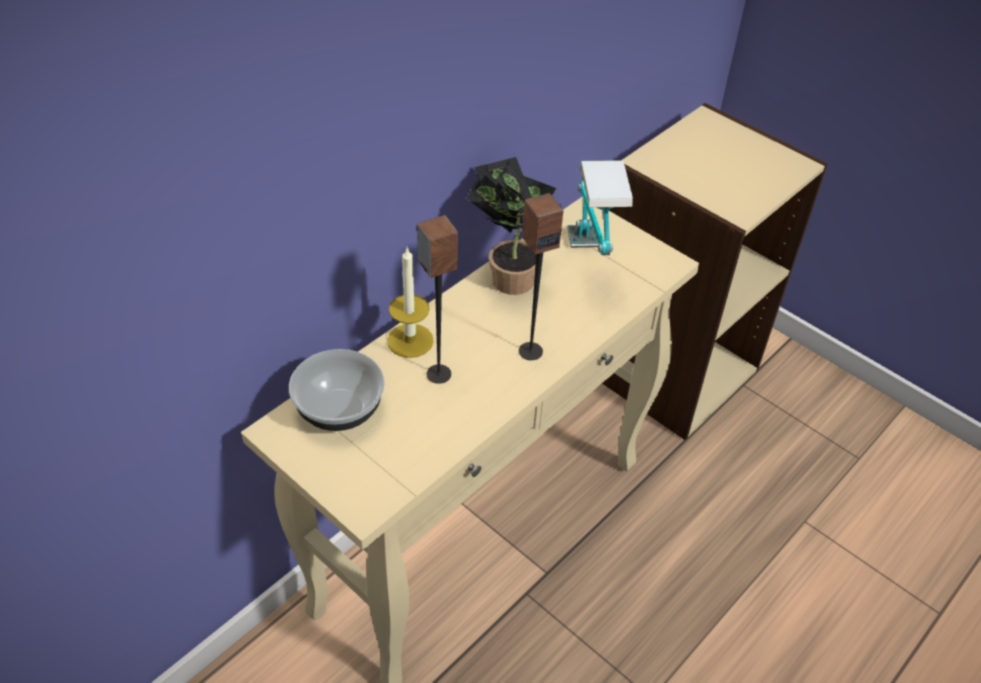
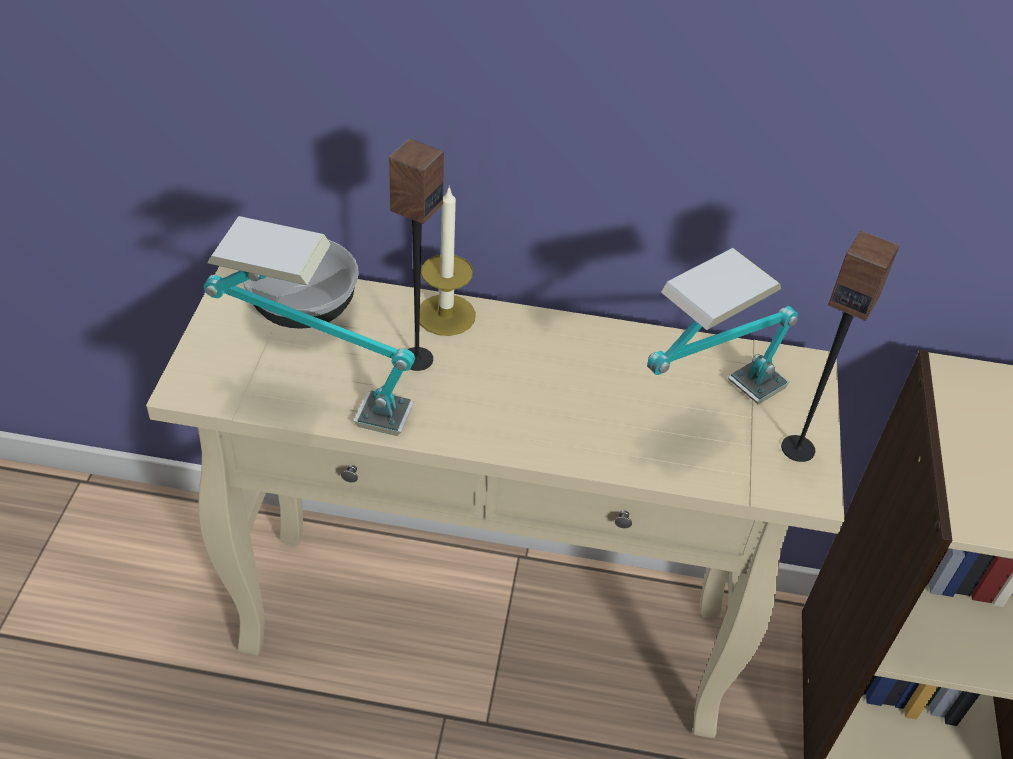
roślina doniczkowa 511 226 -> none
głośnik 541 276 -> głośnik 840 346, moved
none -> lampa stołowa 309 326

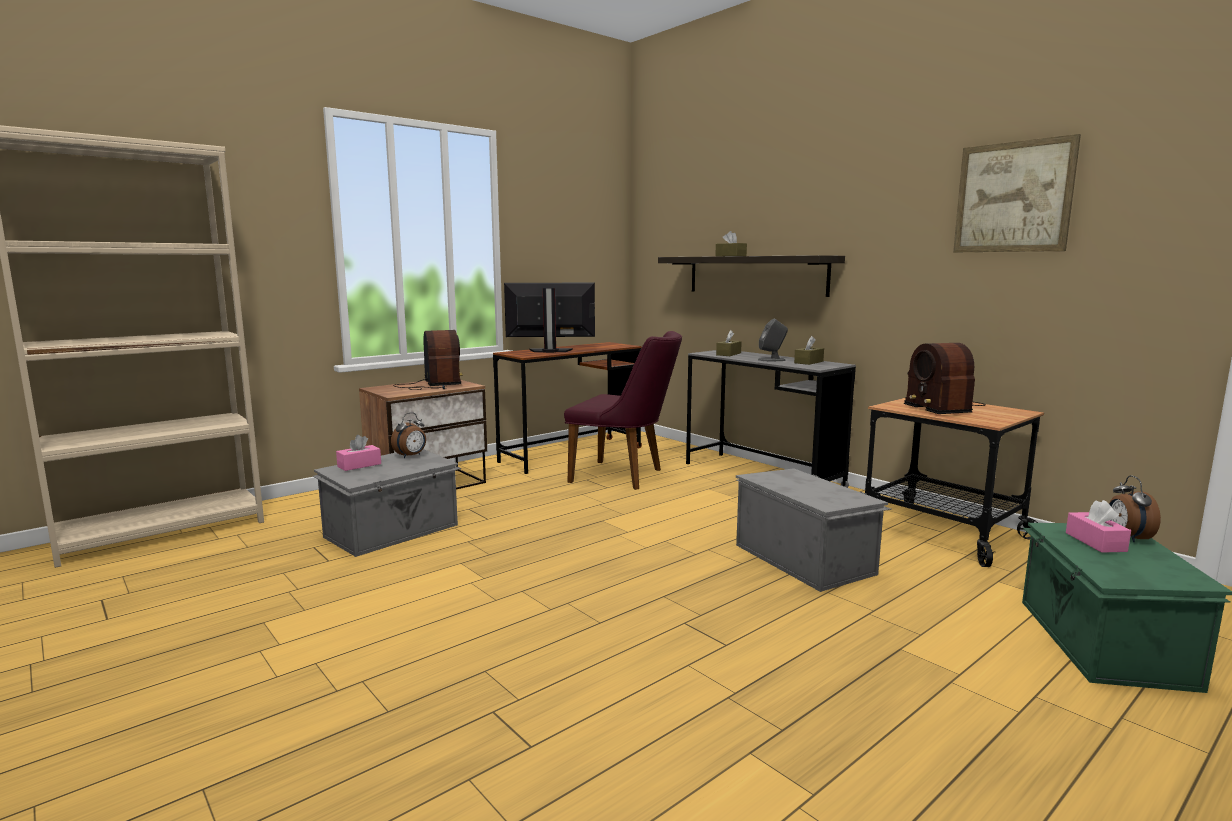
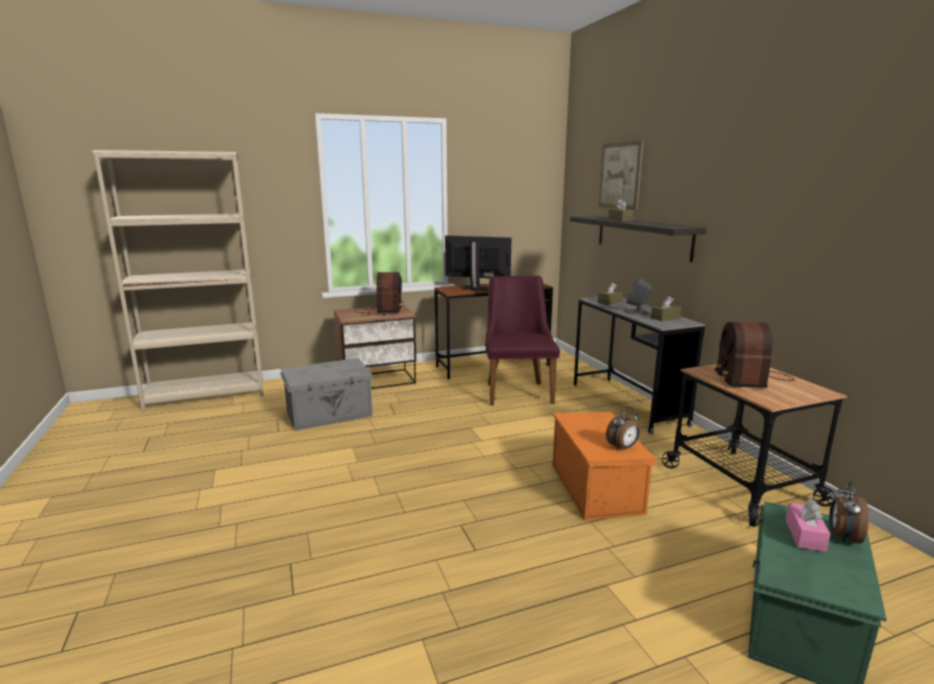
obraz 1017 193 -> obraz 621 175, moved
krzesło/fioletowy 623 410 -> krzesło/fioletowy 522 340, 135 degrees counterclockwise
budzik 408 435 -> budzik 623 429, moved
pudełko chusteczek/różowy 358 453 -> none
pojemnik do przechowywania/szary 813 530 -> pojemnik do przechowywania/pomarańczowy 606 466

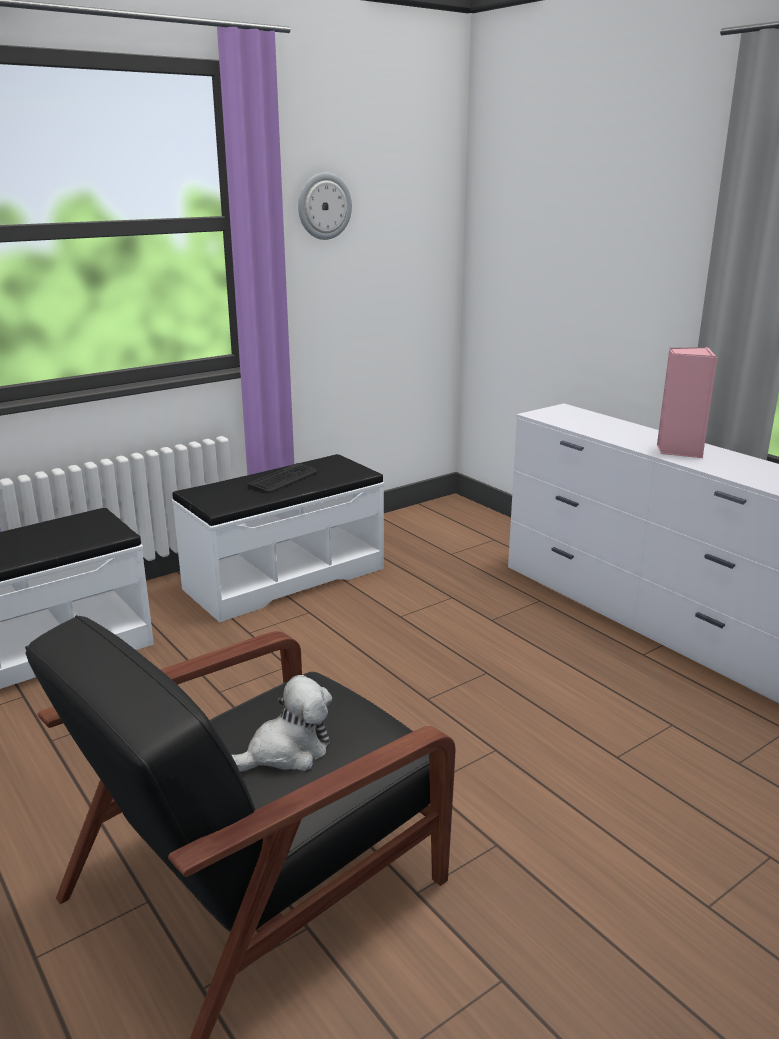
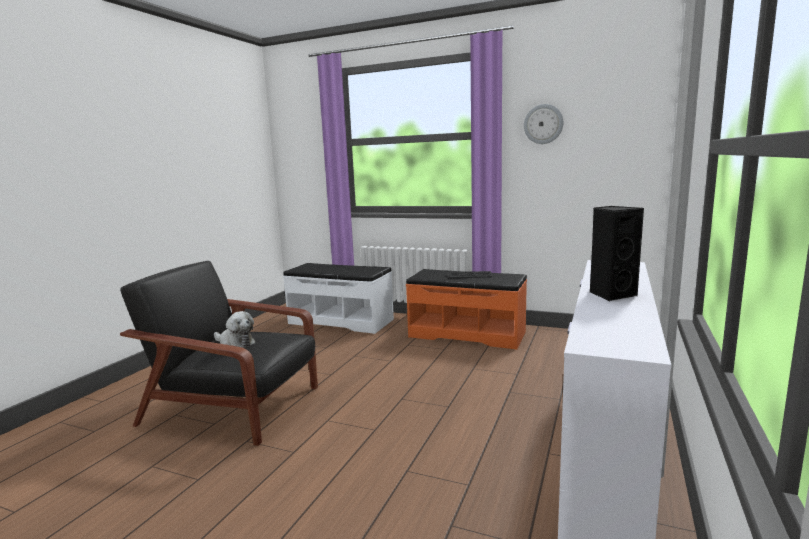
głośnik/różowy 687 402 -> głośnik/czarny 617 253
ławka/biały 278 538 -> ławka/pomarańczowy 466 309

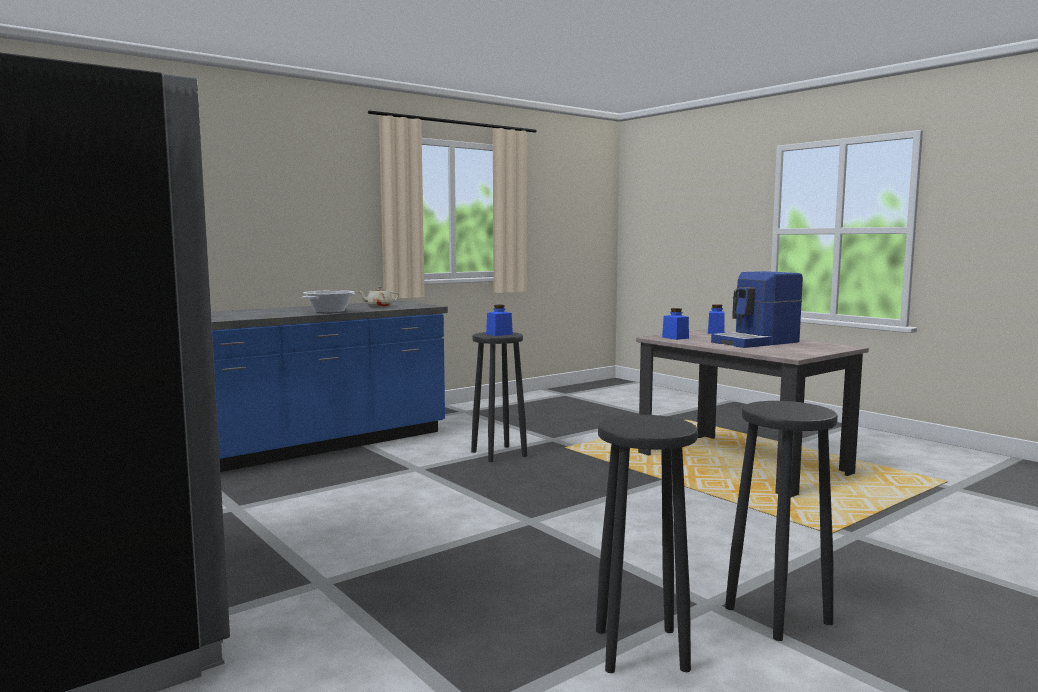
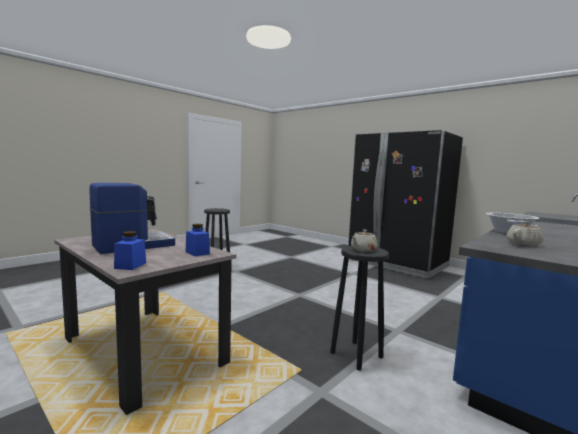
słoik/niebieski 499 320 -> imbryk/beżowy 364 241
stołek/czarny 647 544 -> none

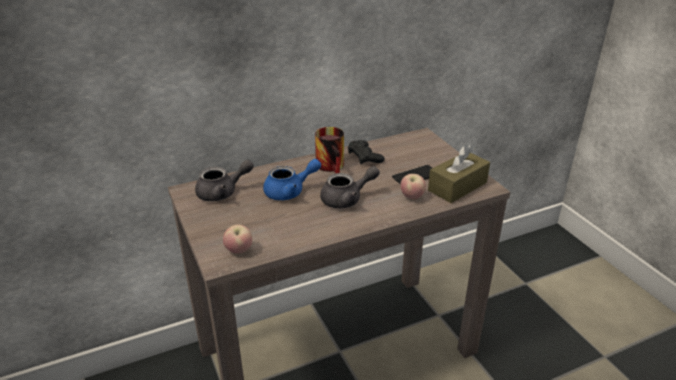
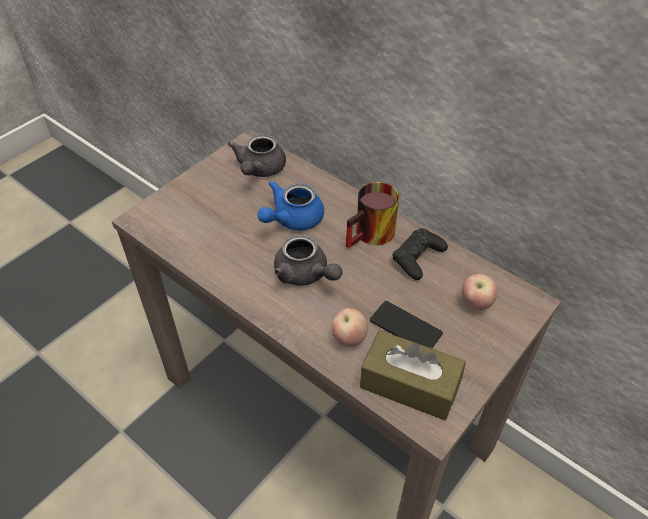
imbryk/niebieski 292 179 -> imbryk/niebieski 291 205, 90 degrees clockwise
imbryk/szary 224 180 -> imbryk/szary 257 155, 60 degrees clockwise
jabłko 237 239 -> jabłko 480 292, moved

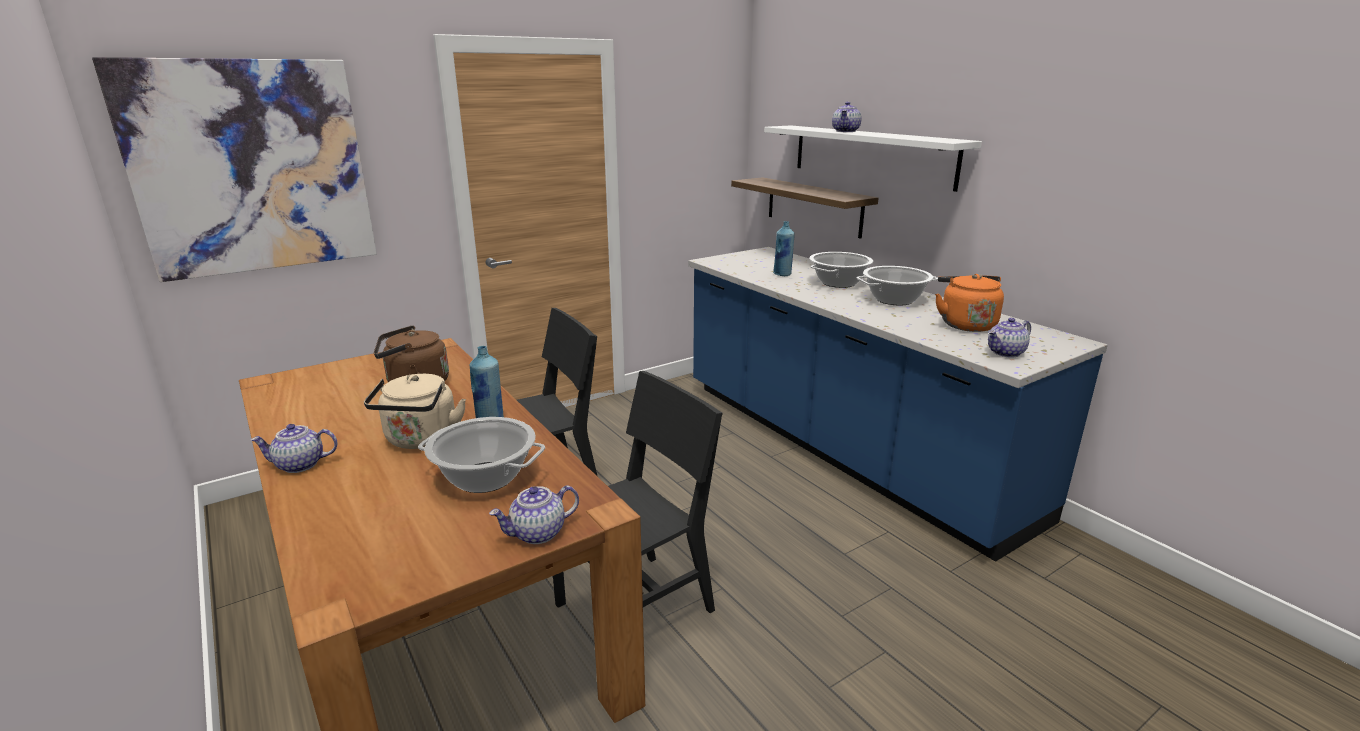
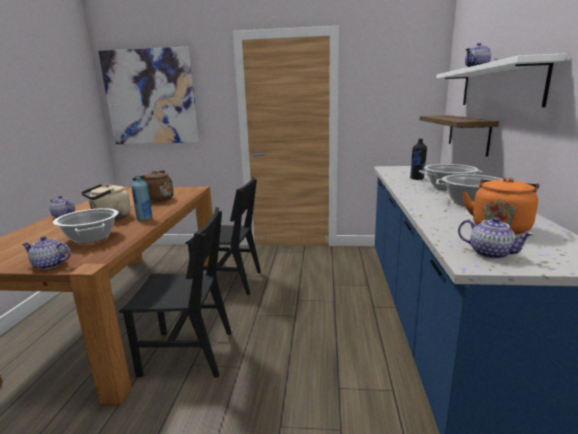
butelka/niebieski 784 248 -> butelka/czarny 418 159
imbryk 1009 338 -> imbryk 496 238, 150 degrees counterclockwise

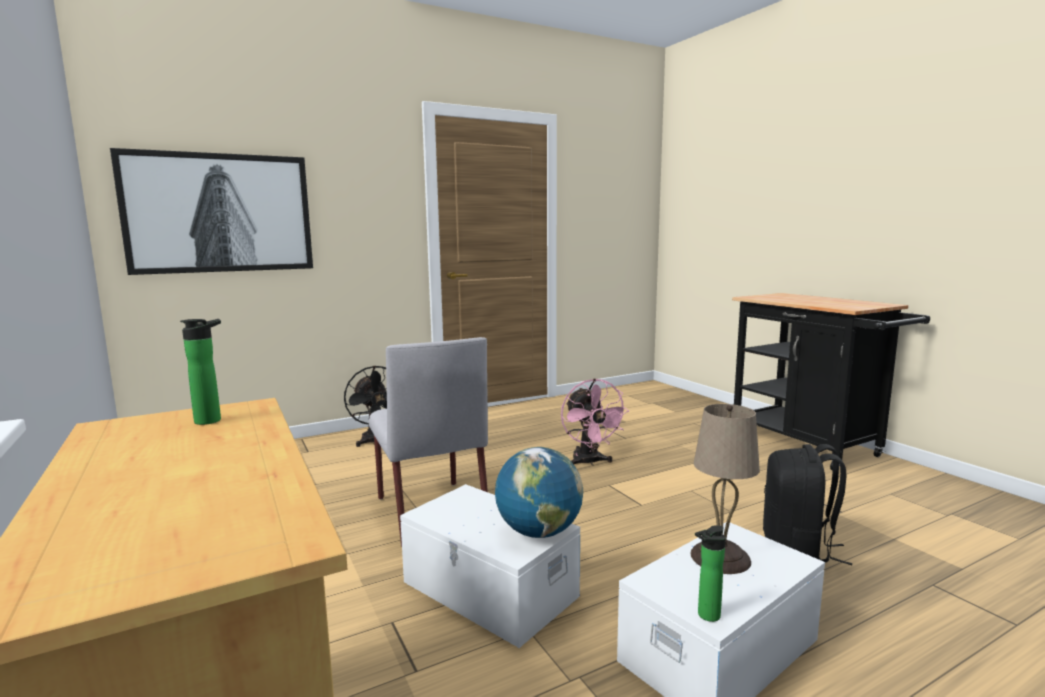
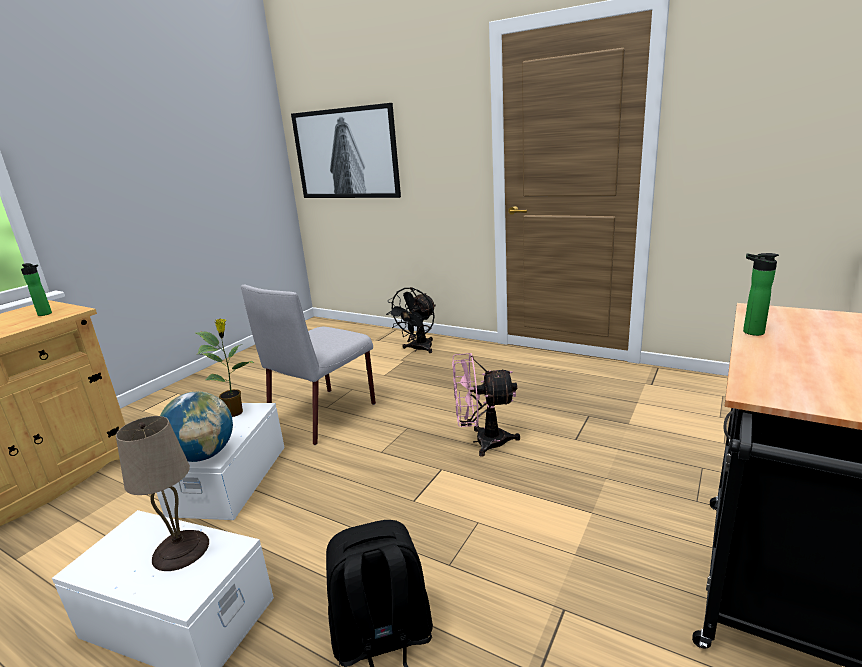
wentylator/różowy 595 422 -> wentylator/różowy 486 405, 45 degrees clockwise
butelka 710 573 -> butelka 761 294, moved
none -> roślina doniczkowa 225 368

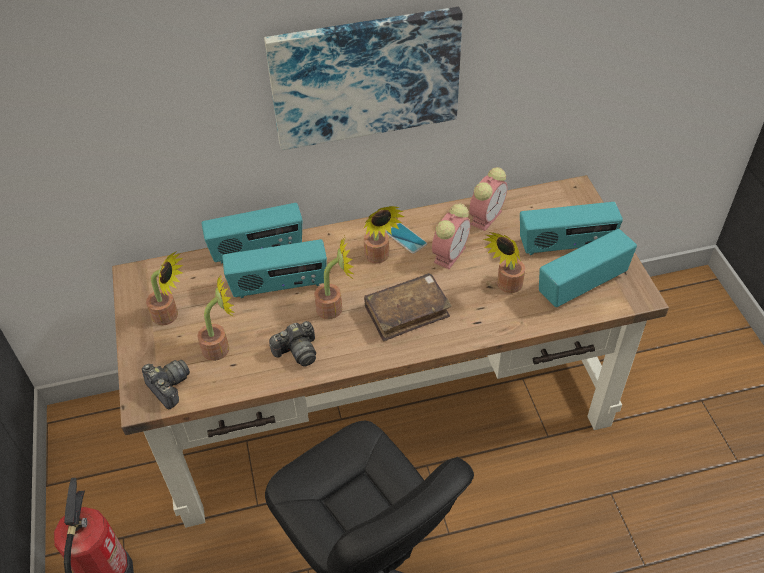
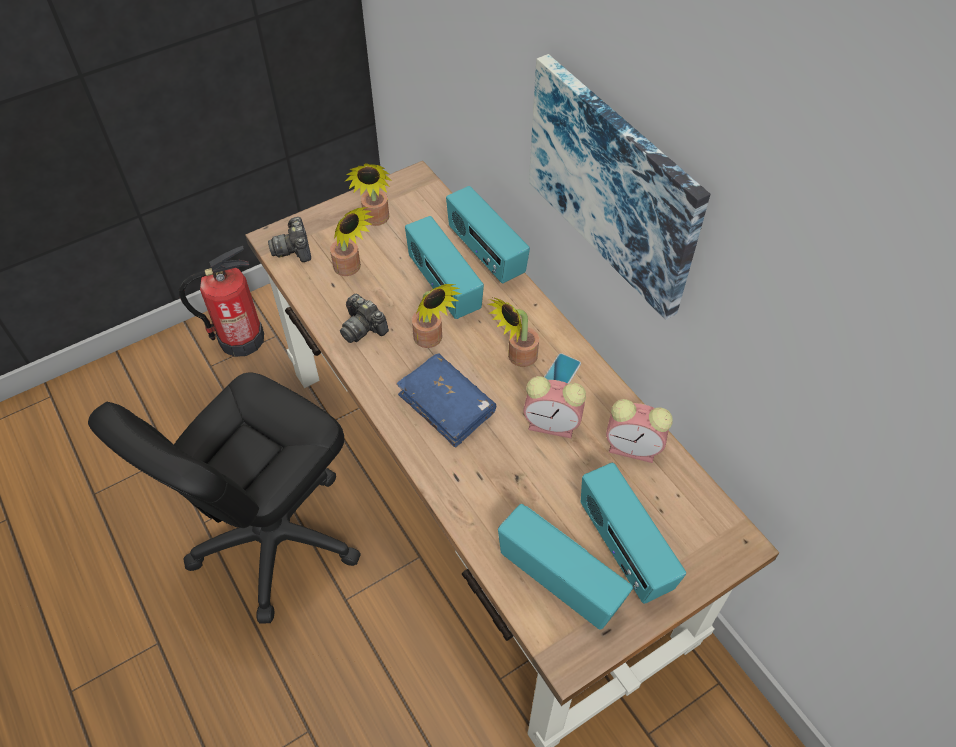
roślina doniczkowa 504 262 -> none
książka/brązowy 408 307 -> książka/niebieski 446 400
aparat fotograficzny 166 384 -> aparat fotograficzny 289 239, 135 degrees clockwise

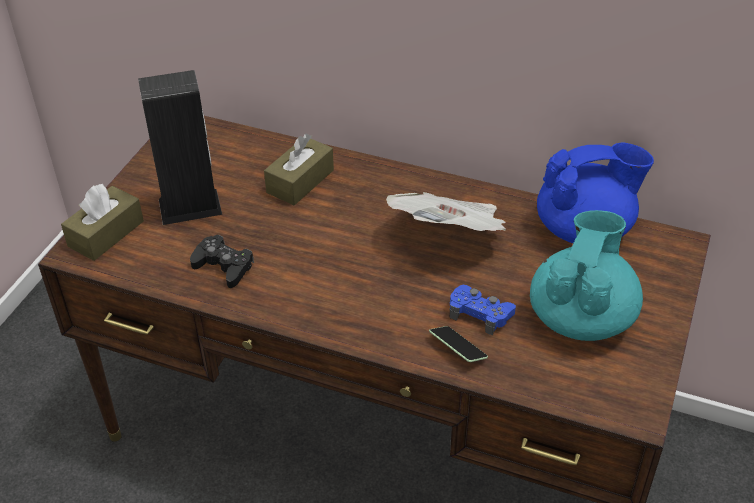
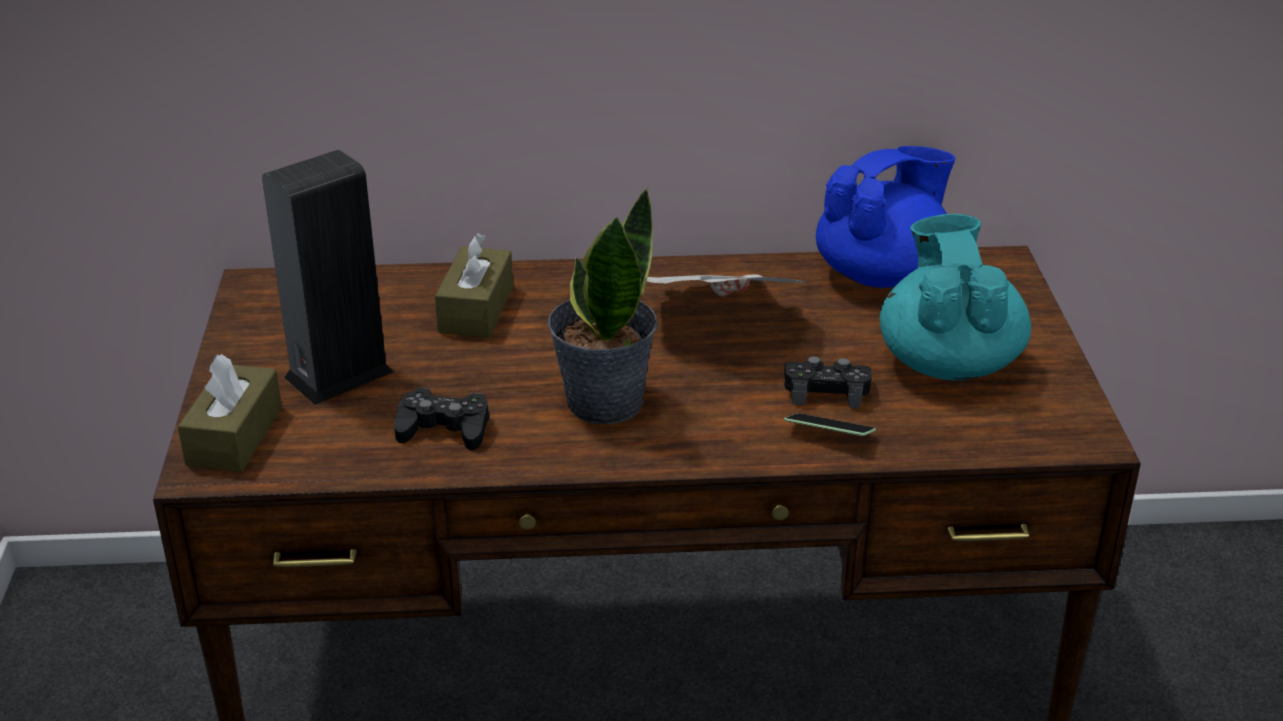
pad do gier/niebieski 483 310 -> pad do gier/czarny 828 382
none -> roślina doniczkowa 603 306

